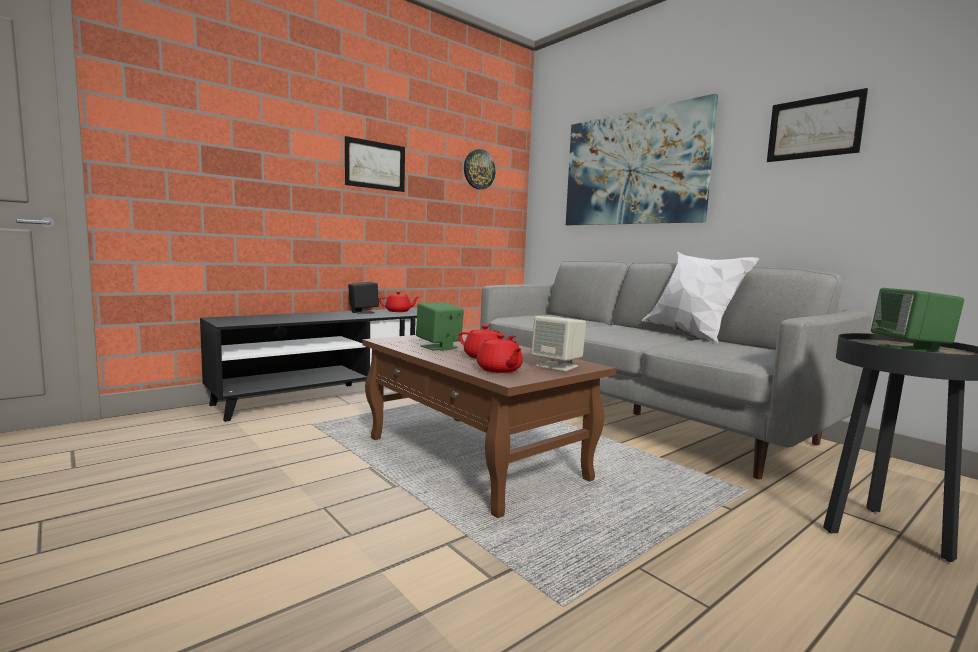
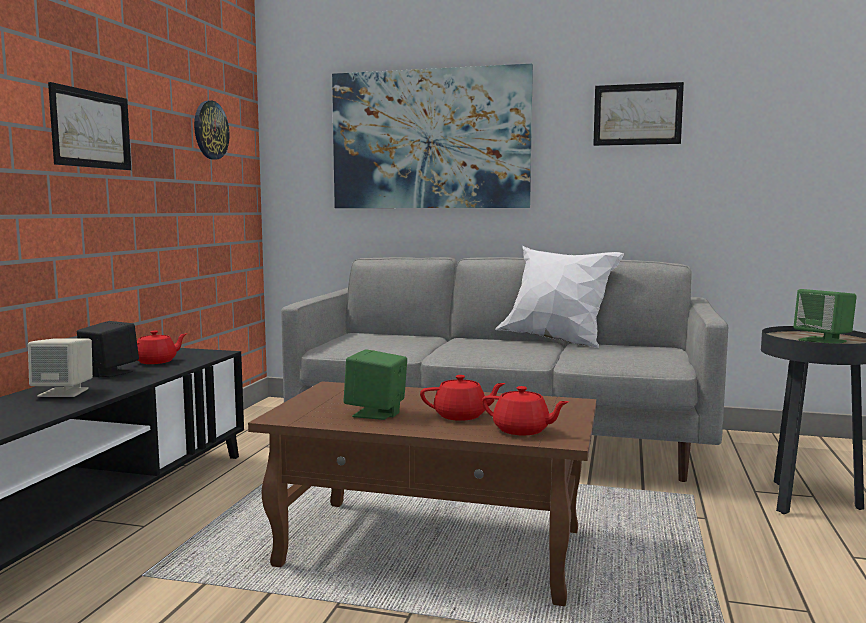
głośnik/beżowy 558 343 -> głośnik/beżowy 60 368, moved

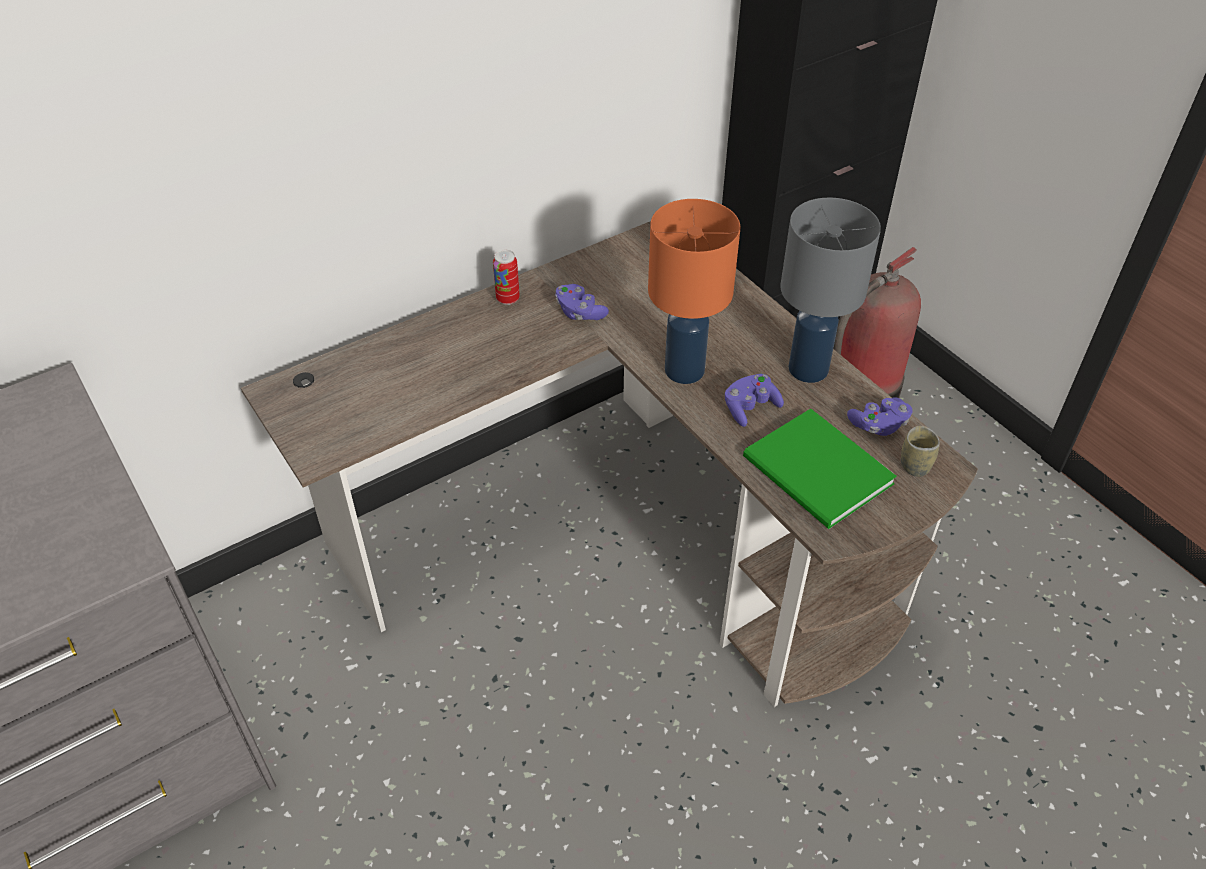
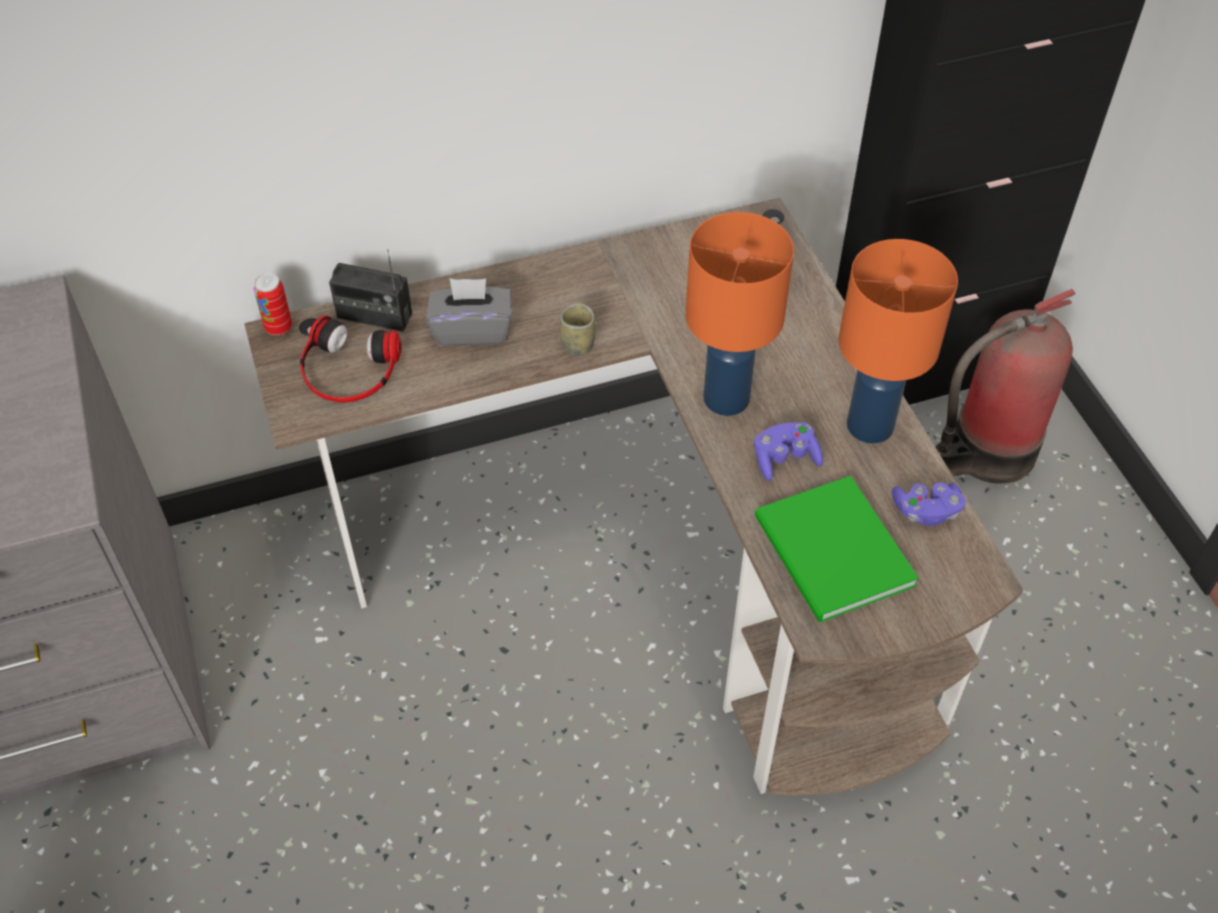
lampa stołowa/szary 830 290 -> lampa stołowa/pomarańczowy 898 341
puszka 506 277 -> puszka 273 304, moved
pad do gier/fioletowy 582 302 -> none
filiżanka 920 451 -> filiżanka 578 329, moved
none -> radio 370 290
none -> pudełko chusteczek/szary 469 312
none -> słuchawki 351 359

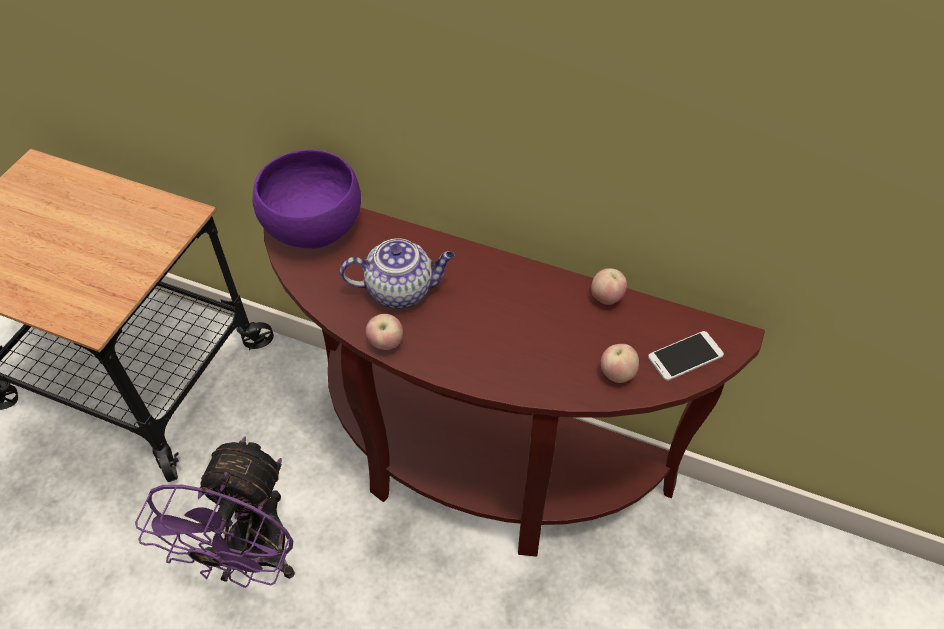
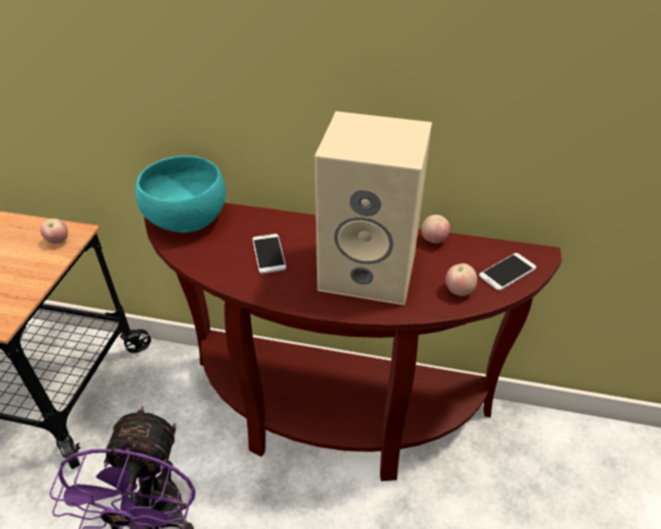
miska/fioletowy 306 198 -> miska/turkusowy 181 194
imbryk 397 273 -> telefon 269 254
jabłko 384 332 -> jabłko 54 231, moved
none -> głośnik/beżowy 373 208

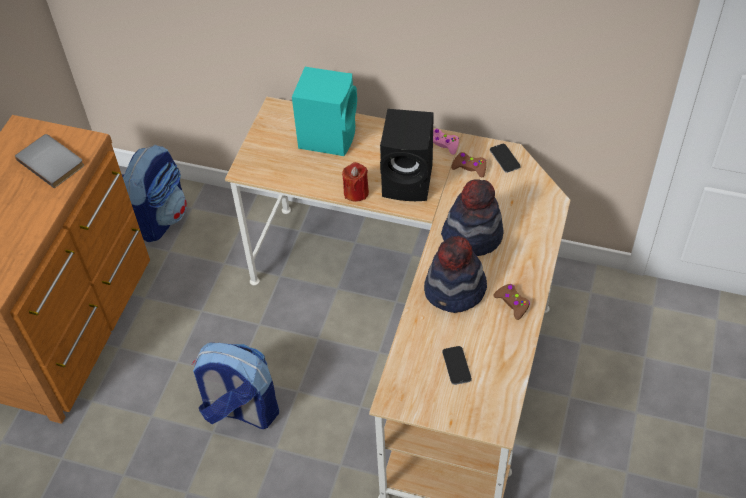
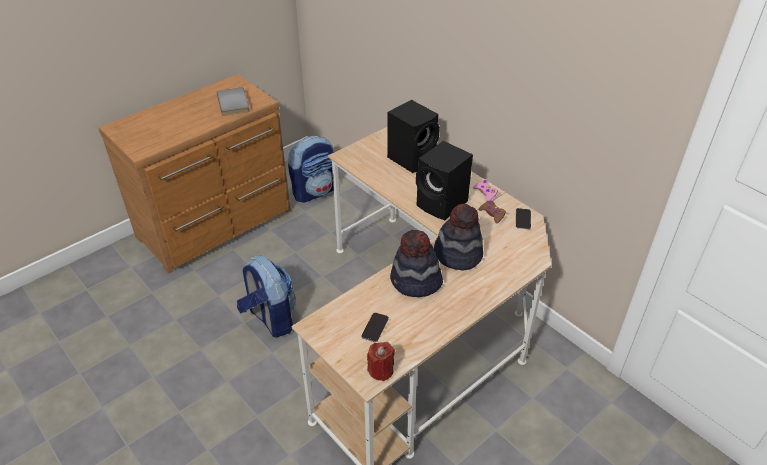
głośnik/turkusowy 324 111 -> głośnik/czarny 413 136
świeca/czerwony 355 182 -> świeca/czerwony 381 361, moved
pad do gier/brązowy 512 302 -> none

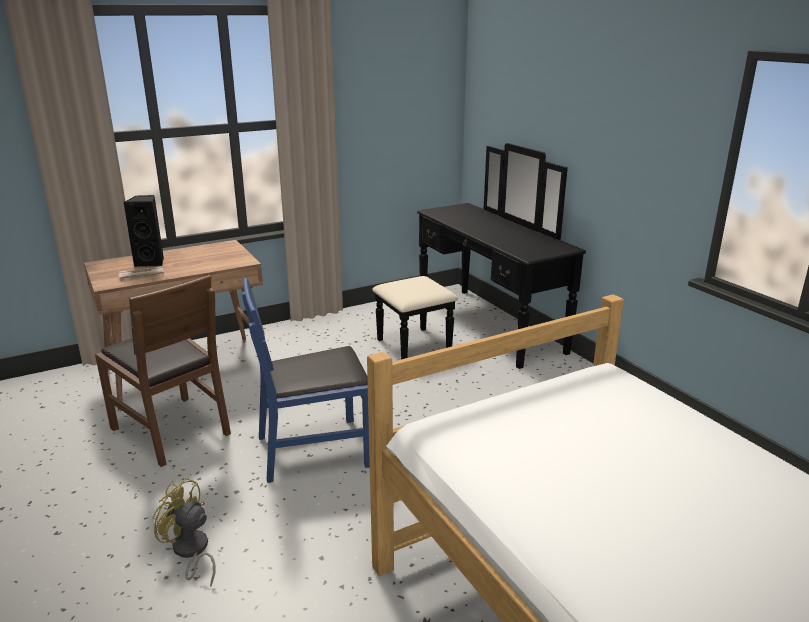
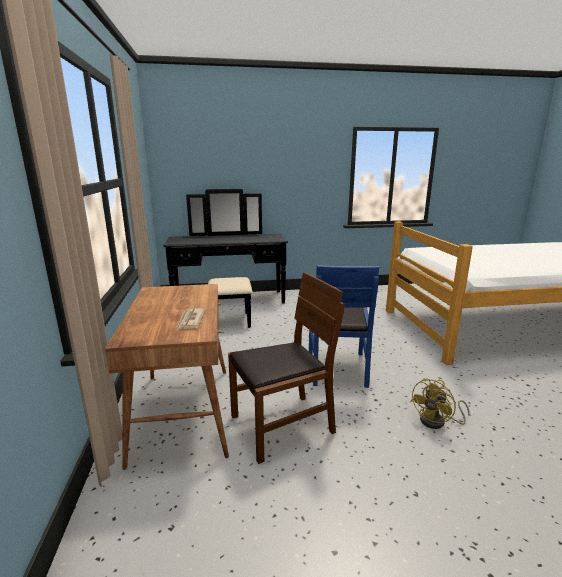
głośnik/czarny 144 231 -> none

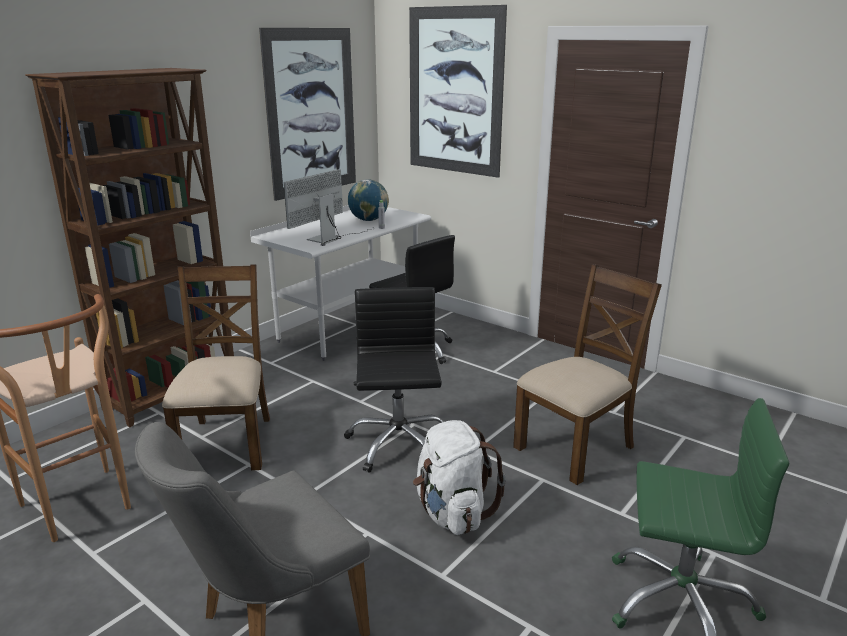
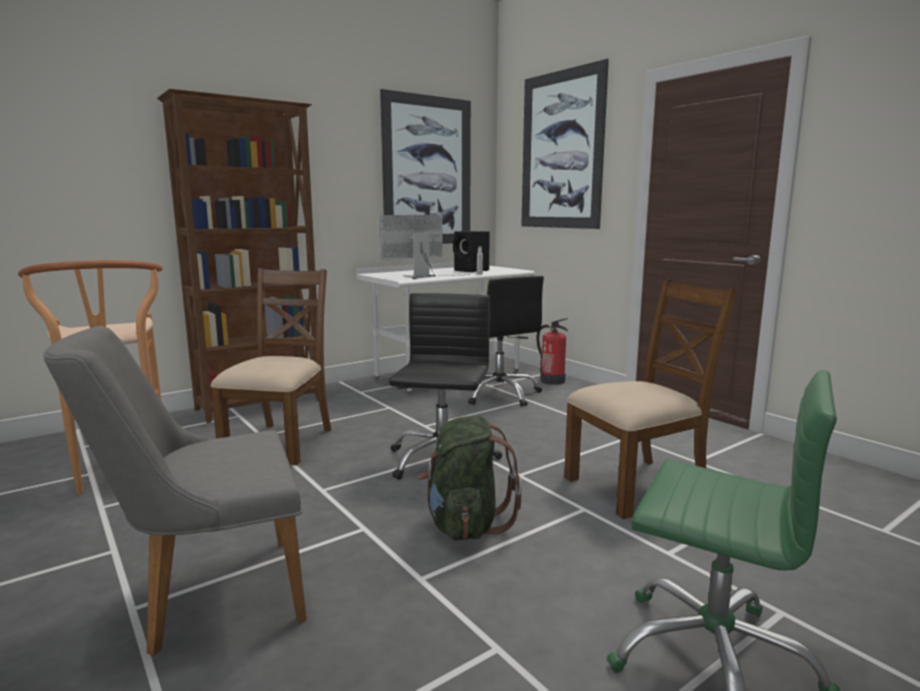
globus 368 200 -> głośnik/czarny 471 251
plecak/biały 459 477 -> plecak/zielony 469 478
none -> gaśnica 552 351

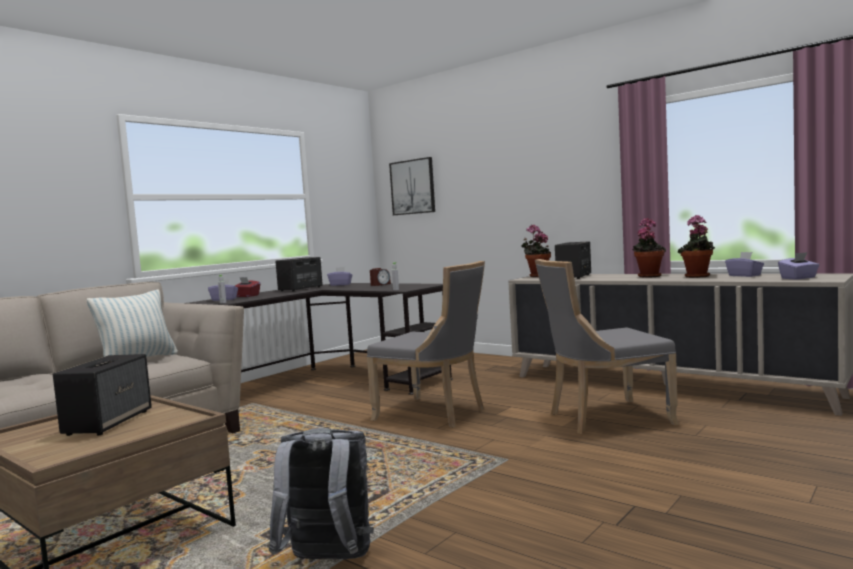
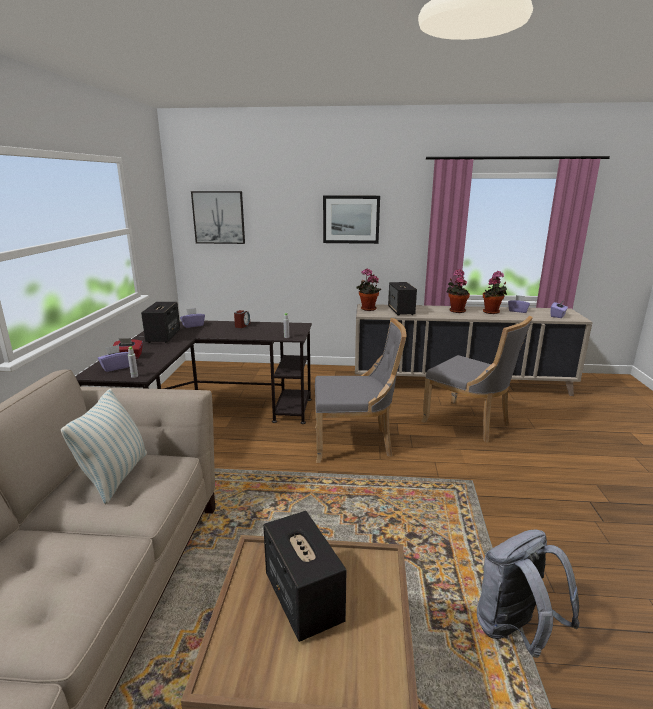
krzesło/szary 607 346 -> krzesło/szary 477 379, 90 degrees counterclockwise
none -> obraz 351 219

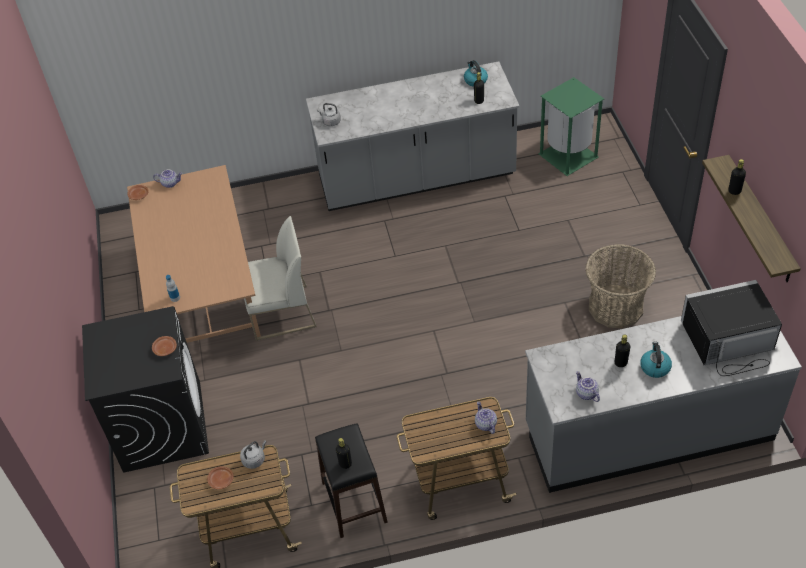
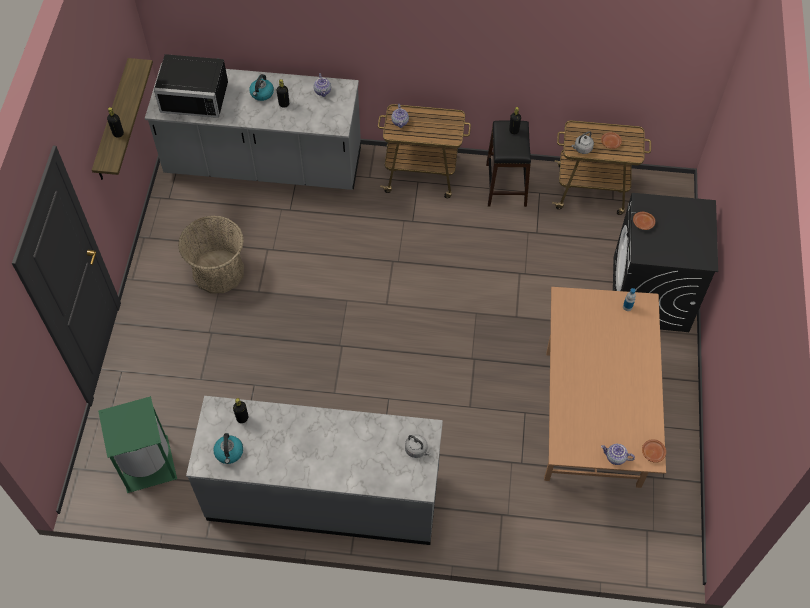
krzesło/biały 280 278 -> none

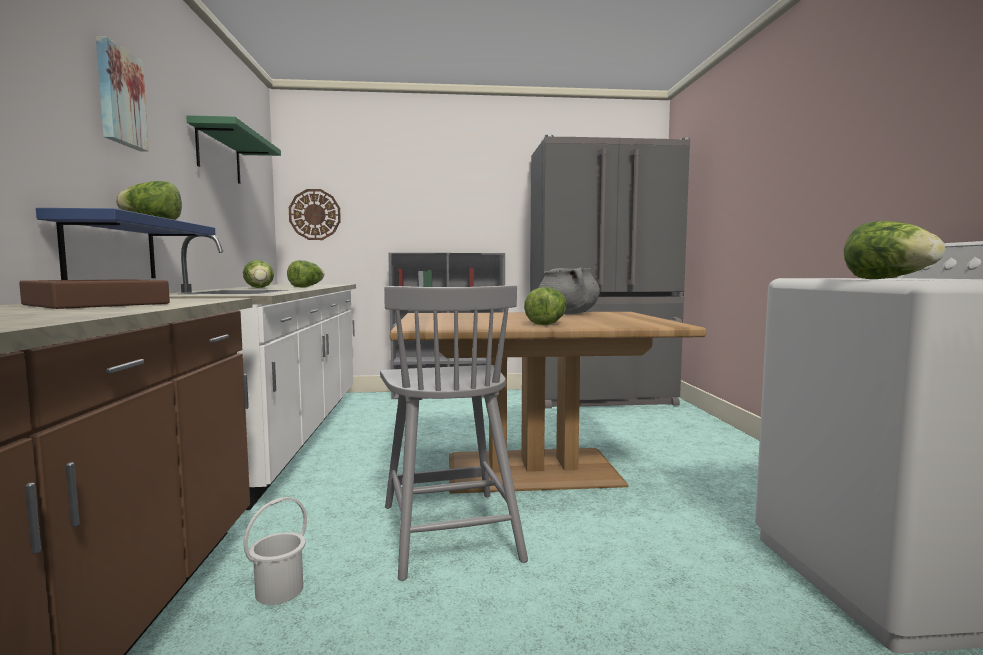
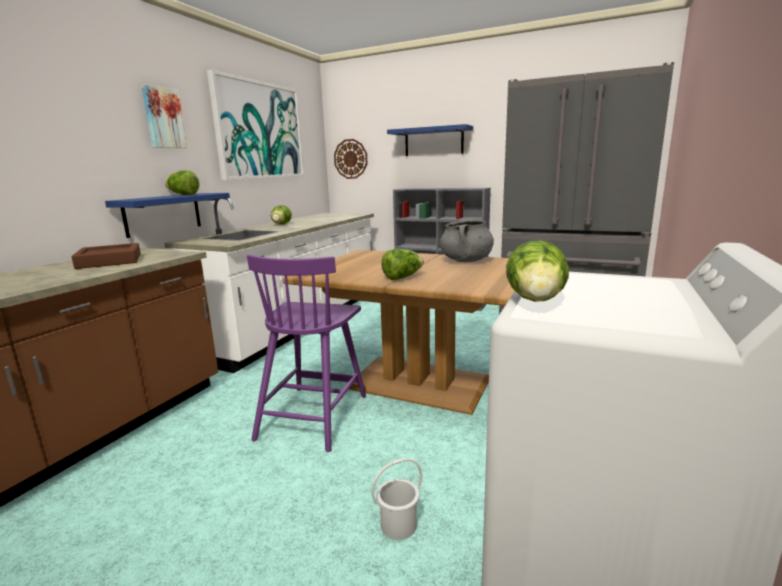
półka/zielony 233 149 -> obraz 255 125
sałata 305 273 -> none
krzesło/szary 454 433 -> krzesło/fioletowy 306 353
wiadro/biały 275 551 -> wiadro/biały 396 499, moved
none -> półka/niebieski 430 140

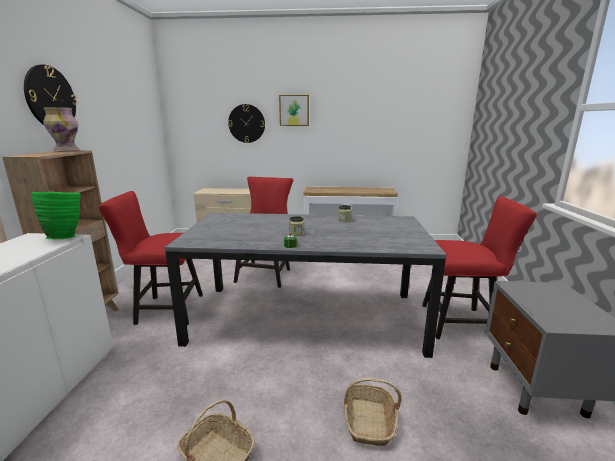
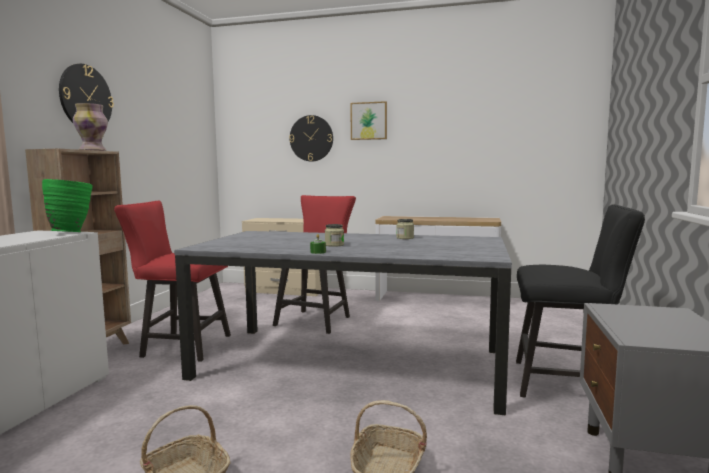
krzesło/czerwony 479 267 -> krzesło/czarny 580 300

